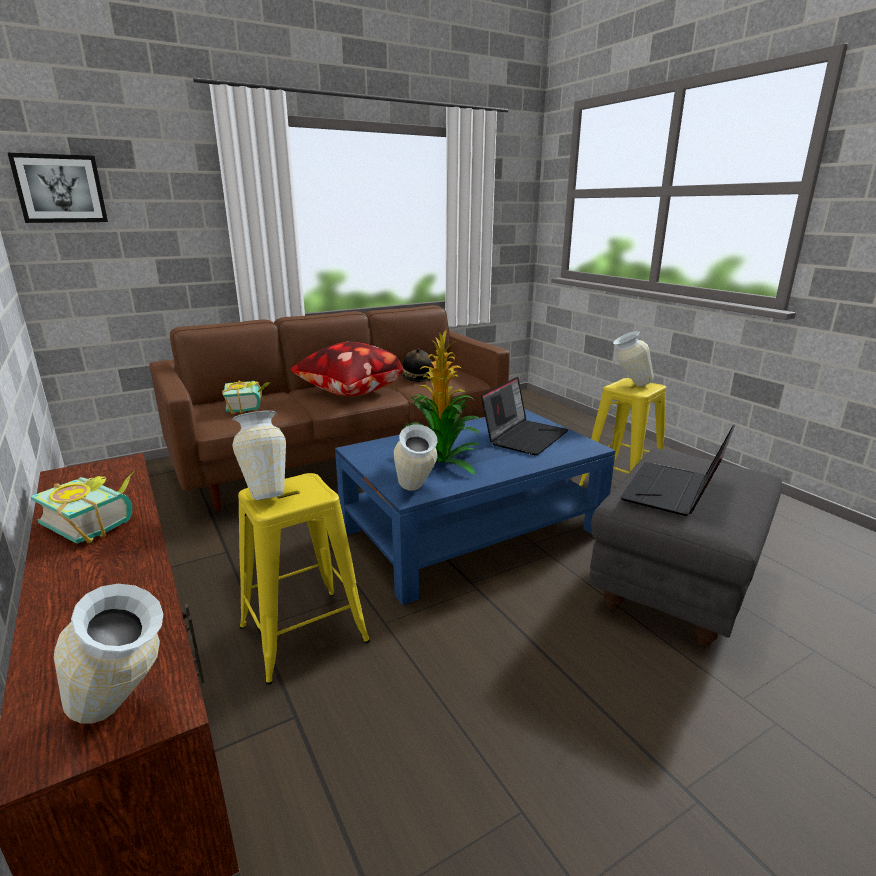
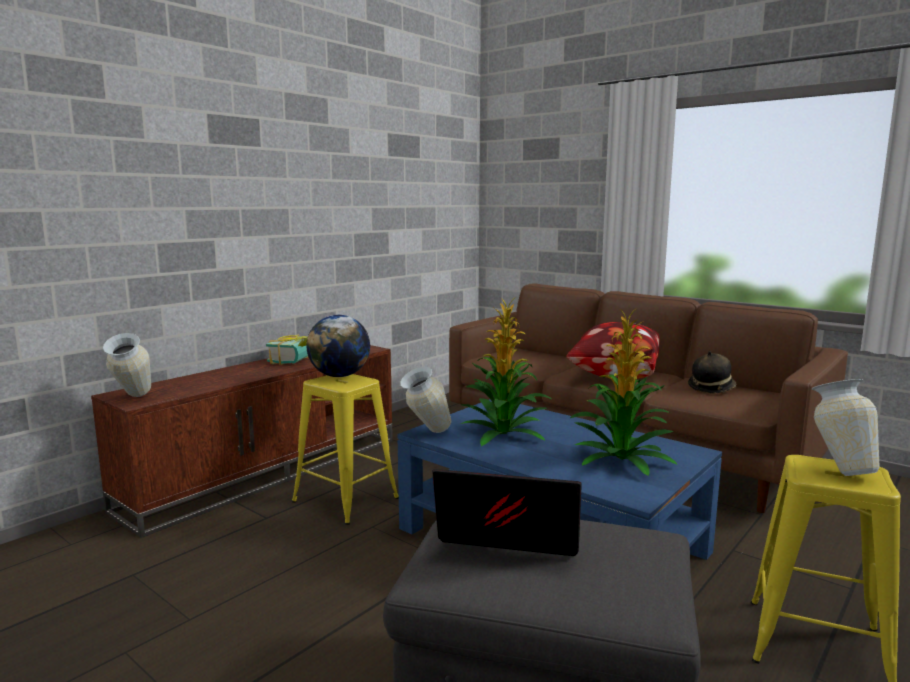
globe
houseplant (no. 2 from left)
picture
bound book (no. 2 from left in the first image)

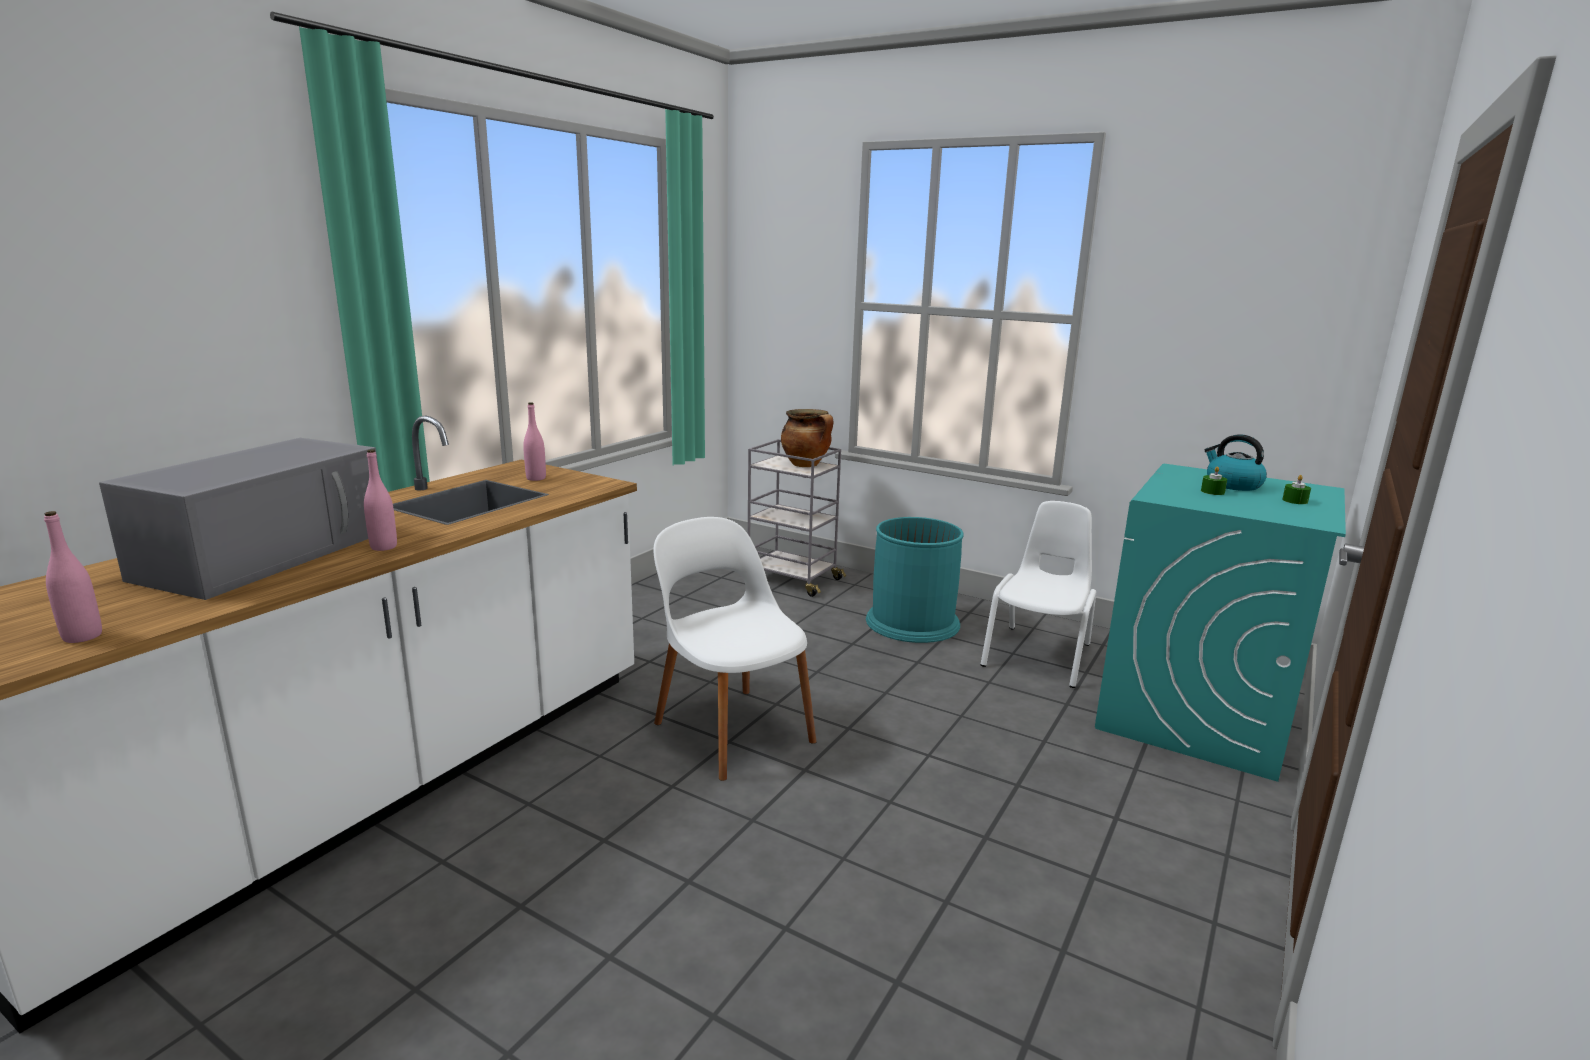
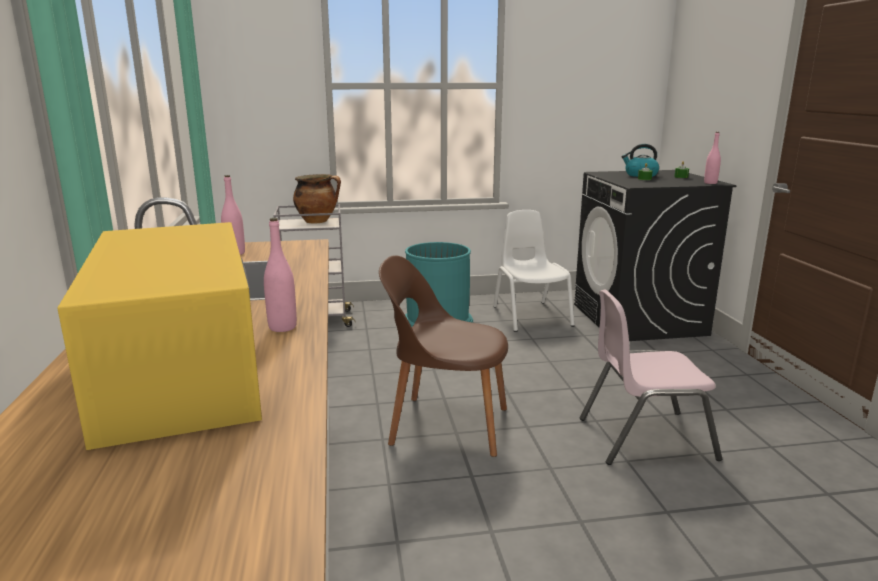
yellow-coloured microwave oven
brown plain chair
blackish washing machine
pink plain chair
pink drink bottle (no. 3 from left)

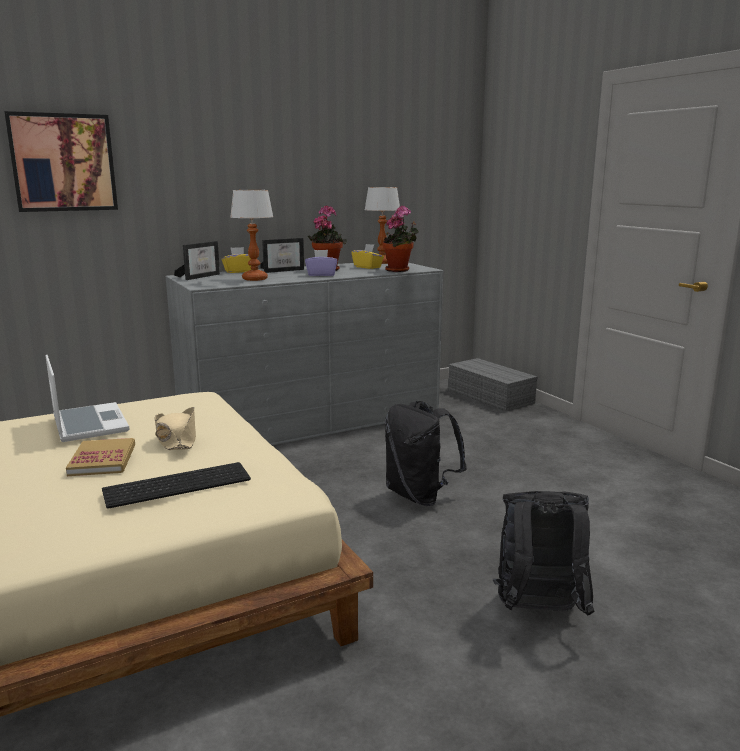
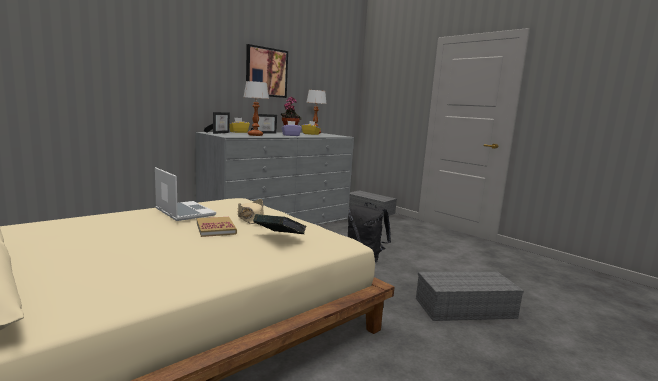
picture
bound book (no. 2 from left)
grey storage container (no. 2 from left)
houseplant (no. 2 from left in the first image)

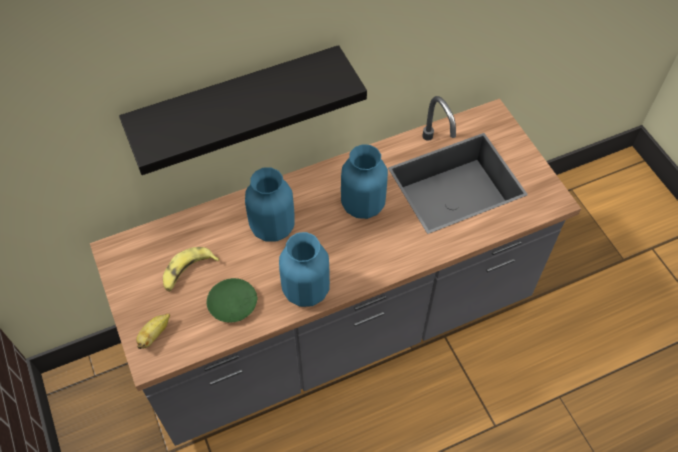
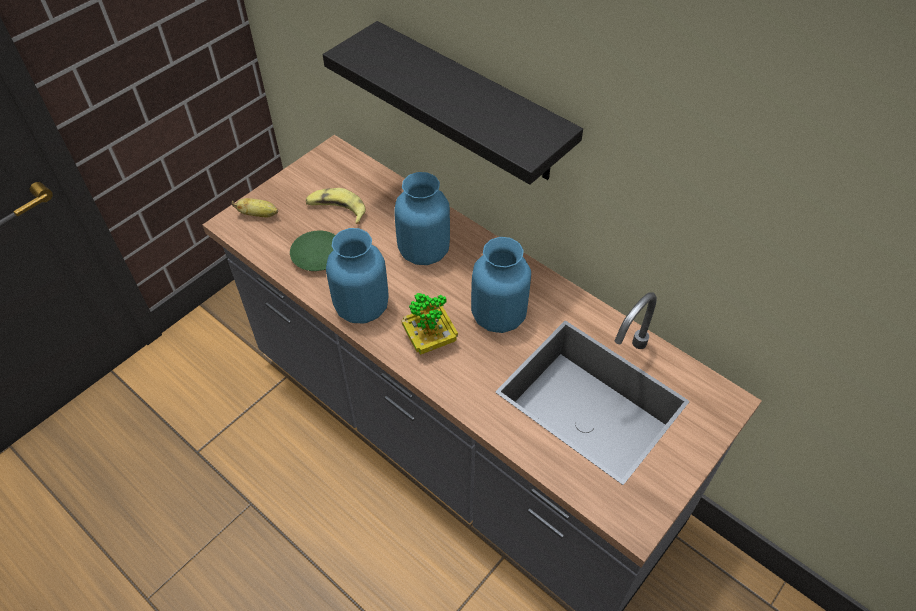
houseplant

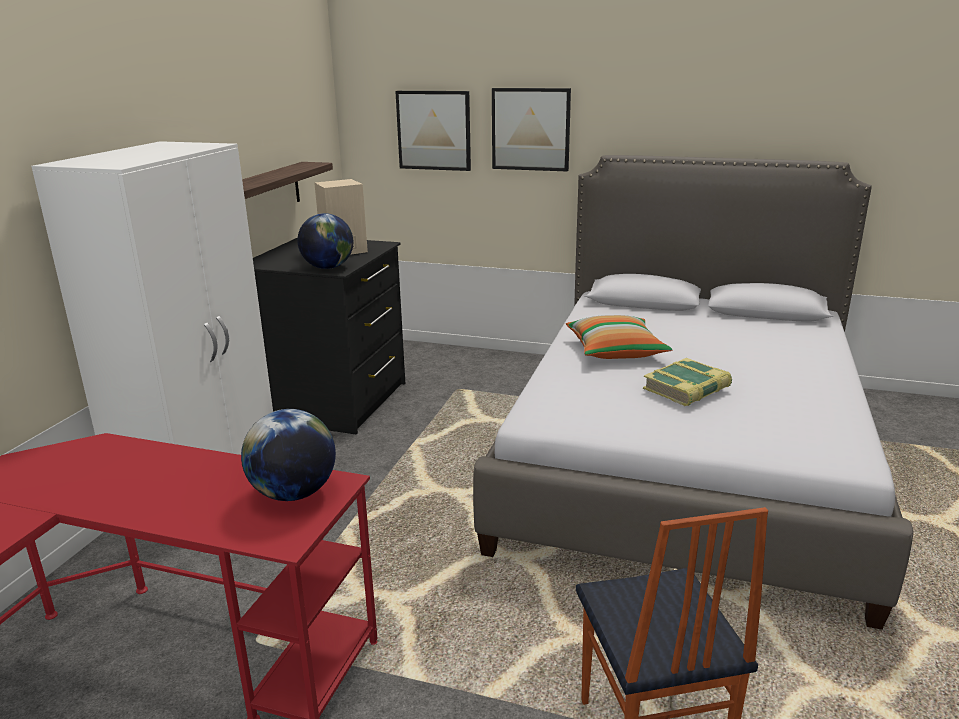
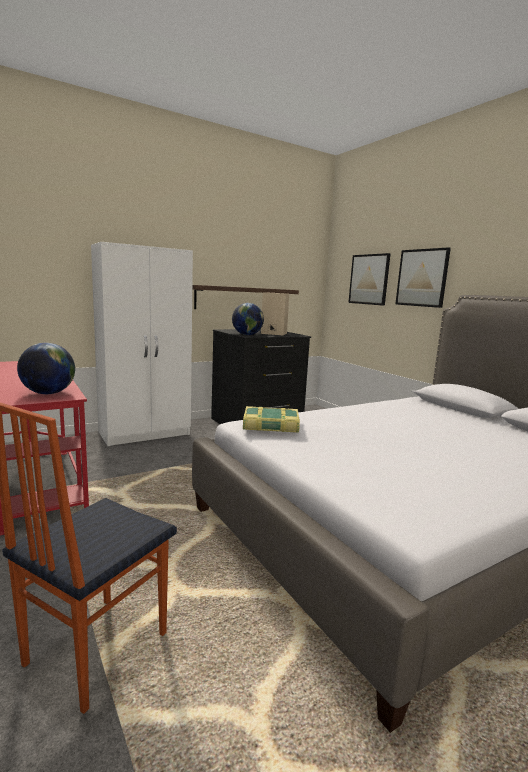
bound book
pillow

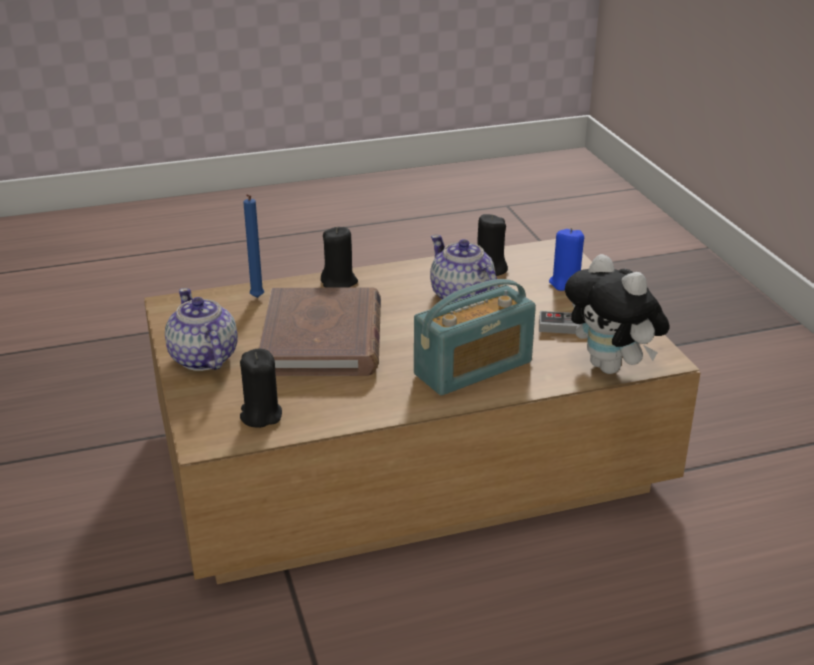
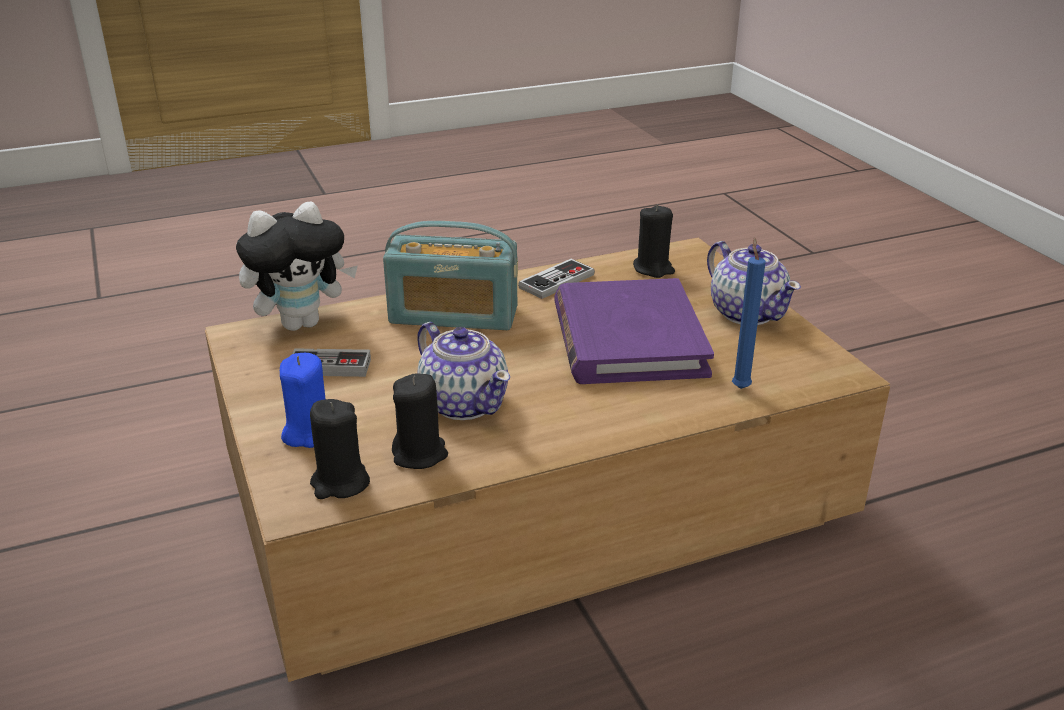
plush toy
blackish wax candle (no. 1 from left)
radio
gamepad (no. 2 from left)
purplish bound book

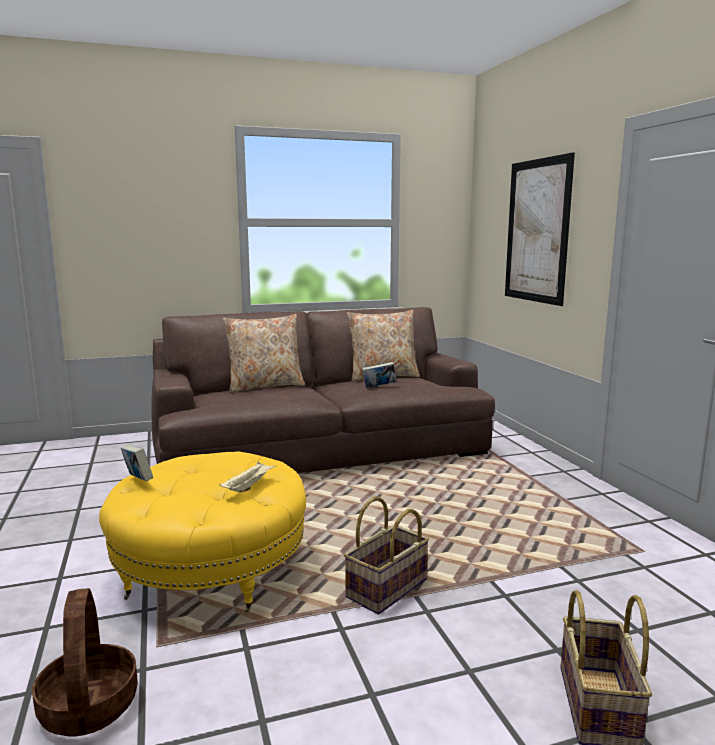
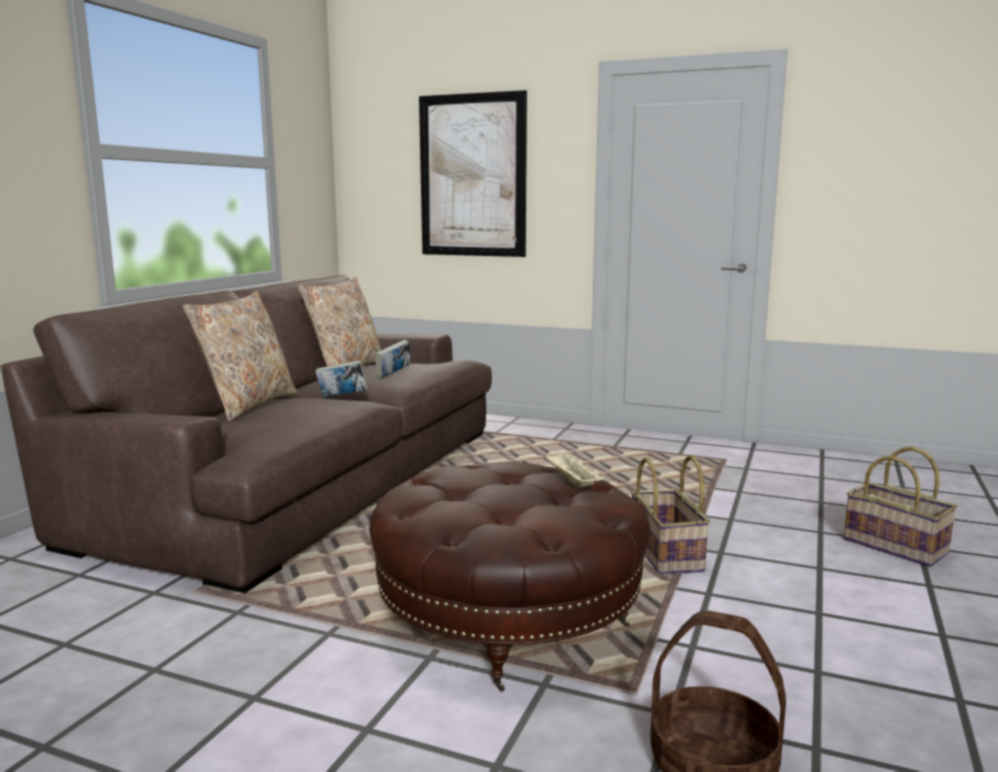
bound book (no. 1 from left)
brown pouffe

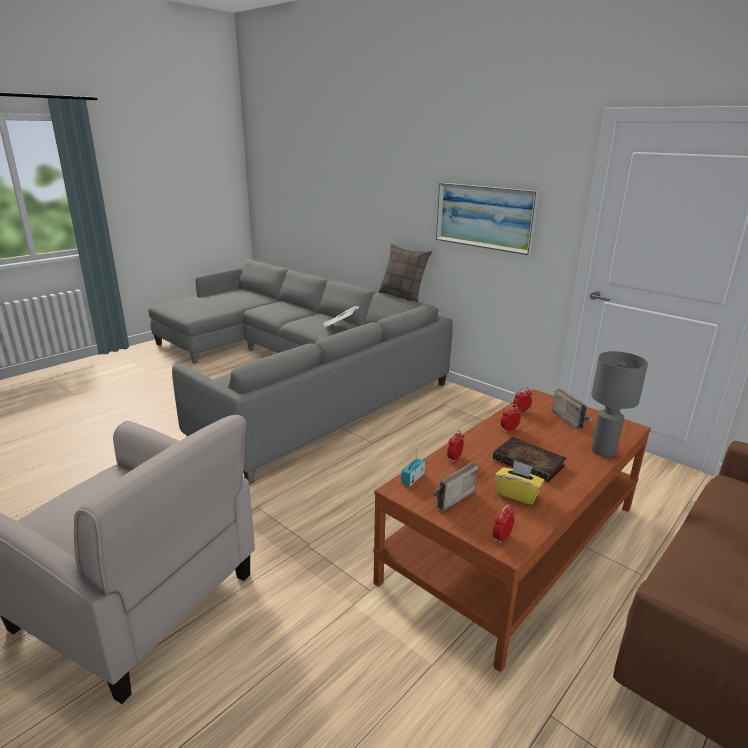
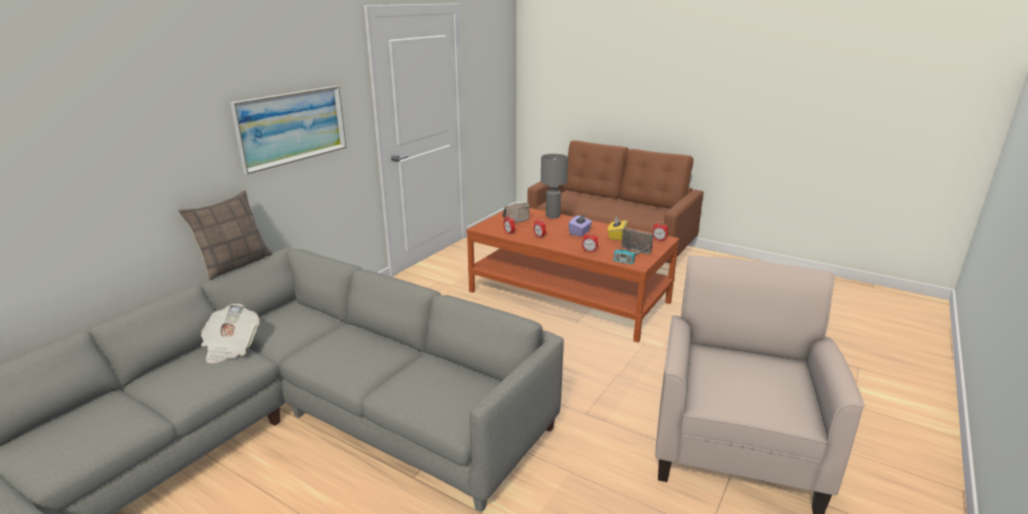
purplish tissue box

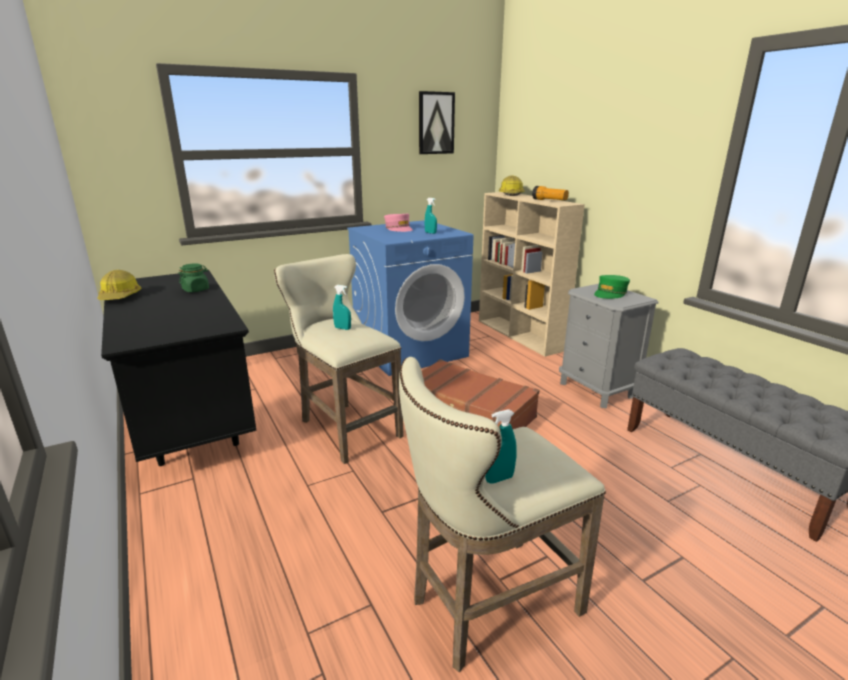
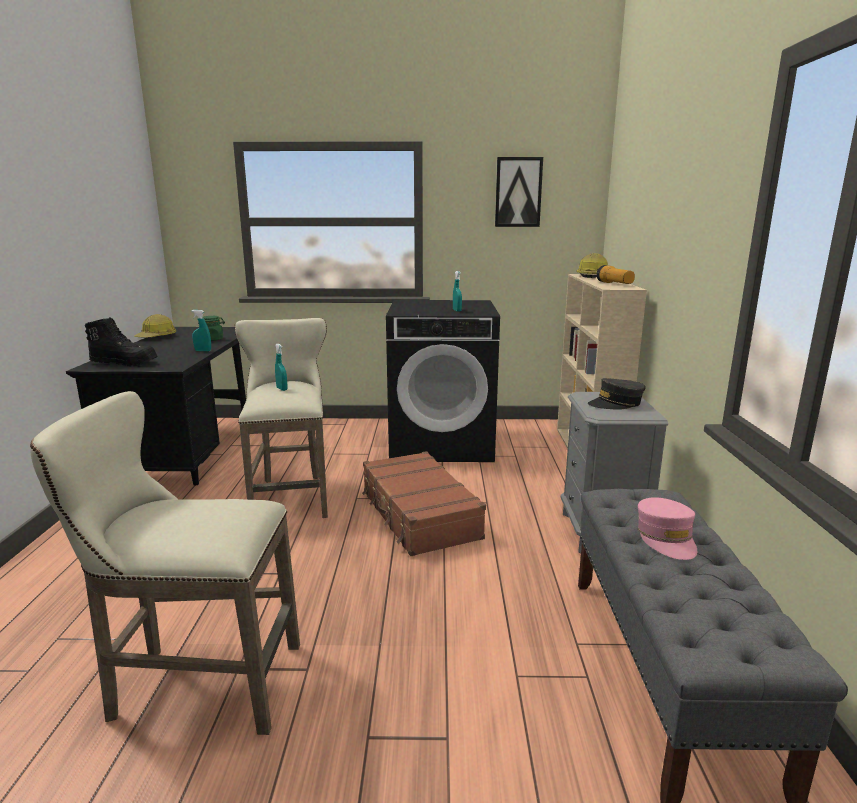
blackish boot
blue-green spray bottle (no. 1 from left)
blackish washing machine
grey baseball cap
pink baseball cap

